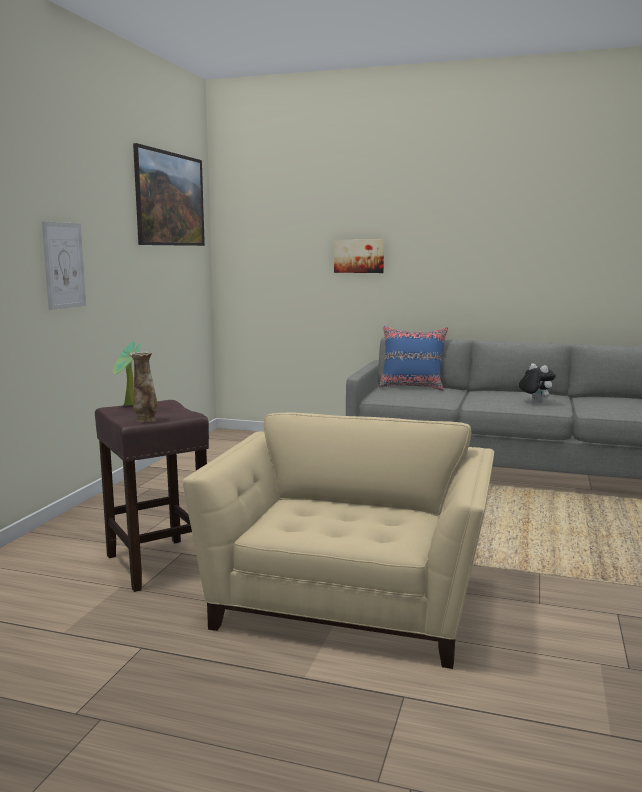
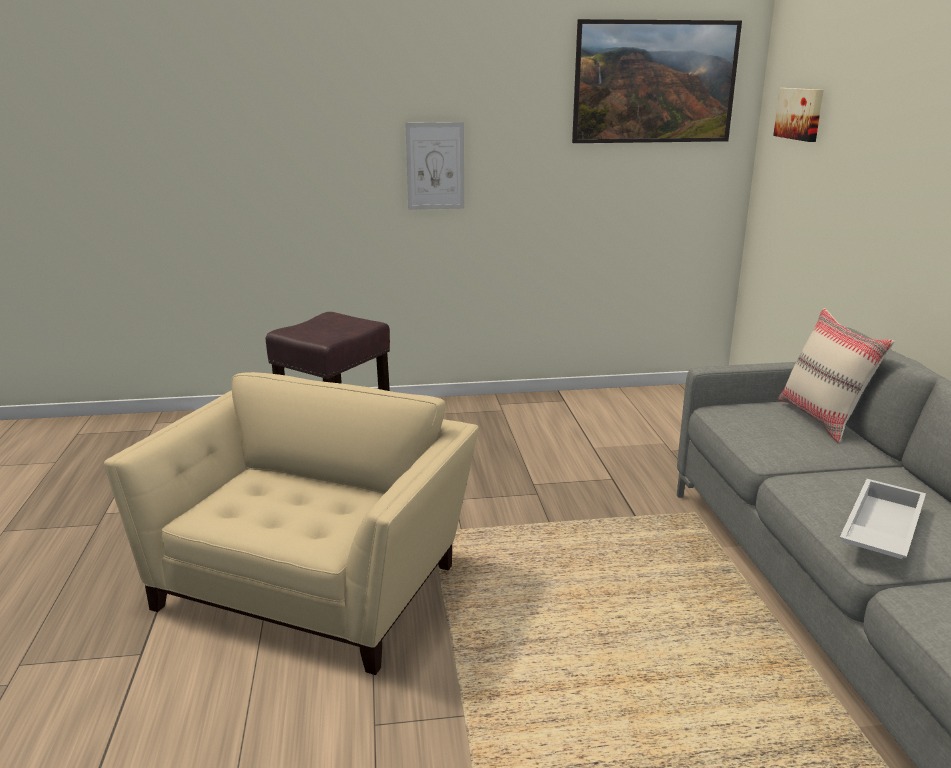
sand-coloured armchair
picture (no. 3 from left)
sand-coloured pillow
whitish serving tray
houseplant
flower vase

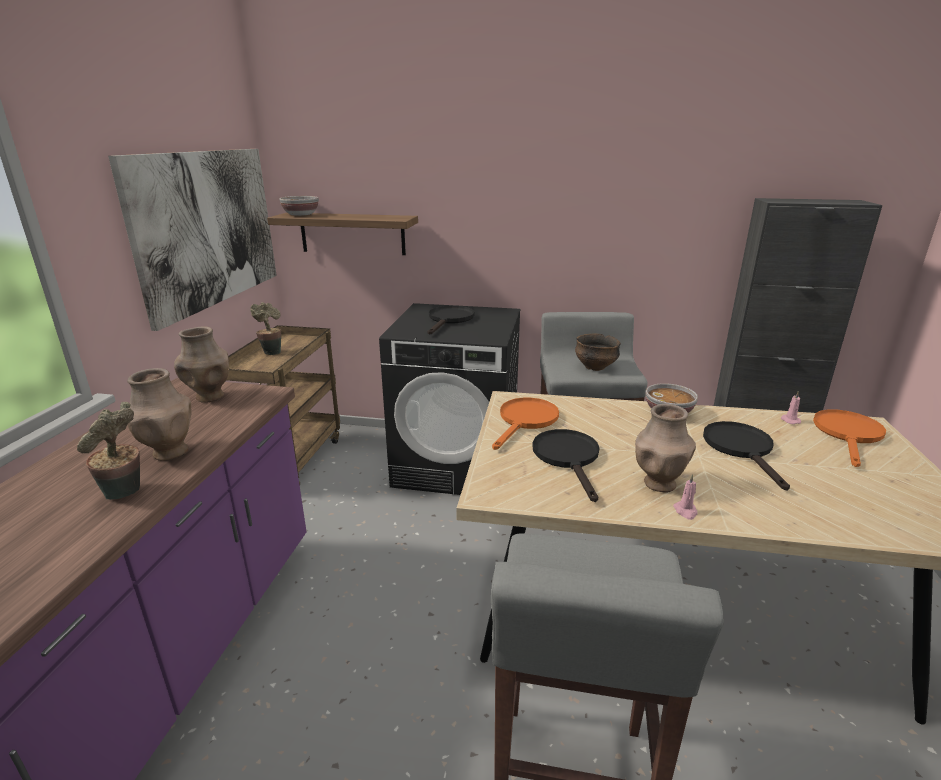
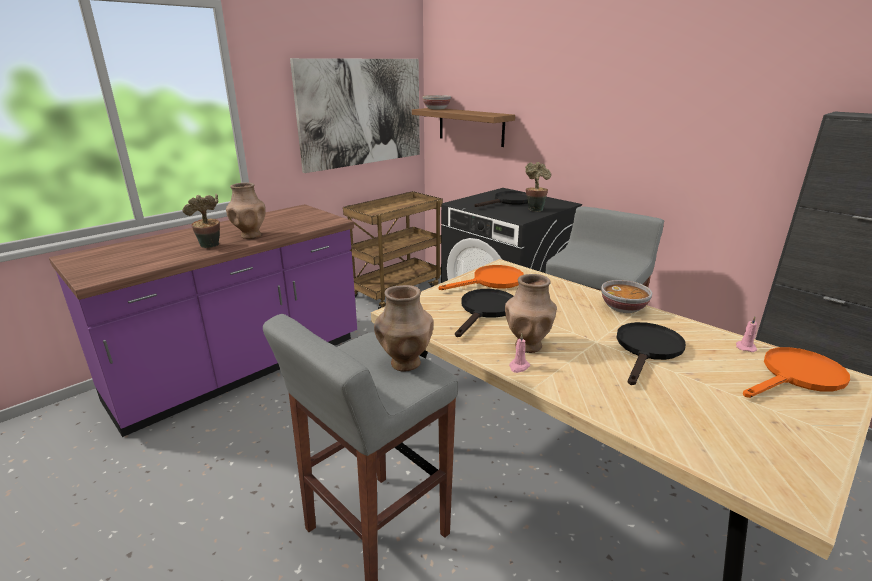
brown flower vase (no. 2 from left)
houseplant (no. 2 from left)
bowl (no. 2 from left in the first image)

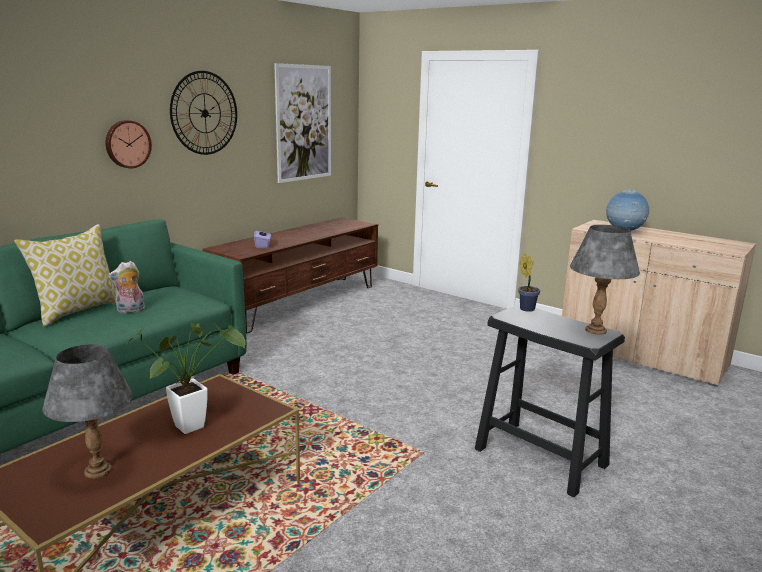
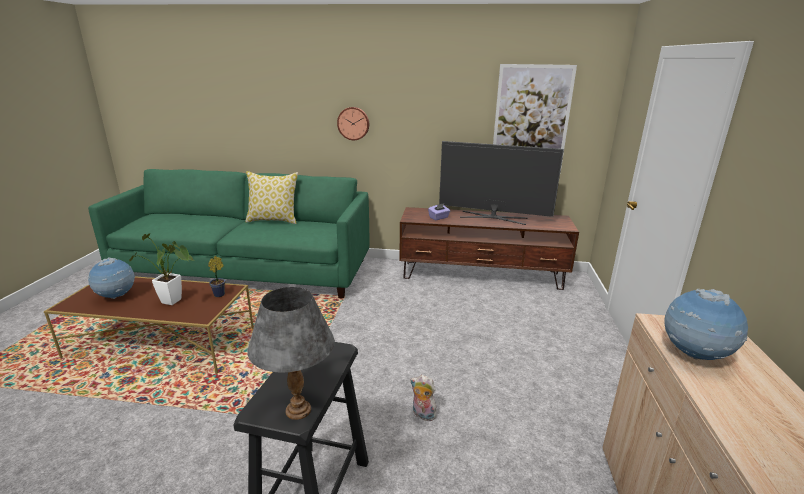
globe (no. 1 from left)
houseplant (no. 2 from left)
plush toy
TV
clock on the wall (no. 2 from left in the first image)

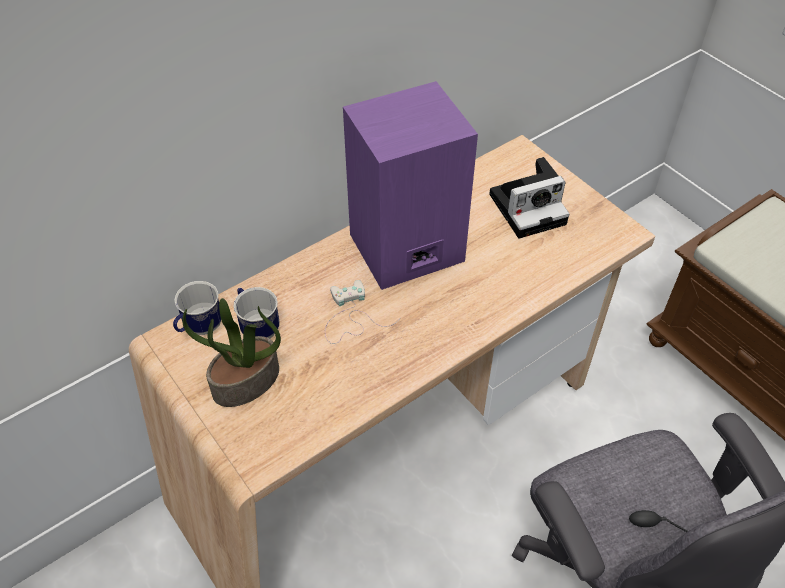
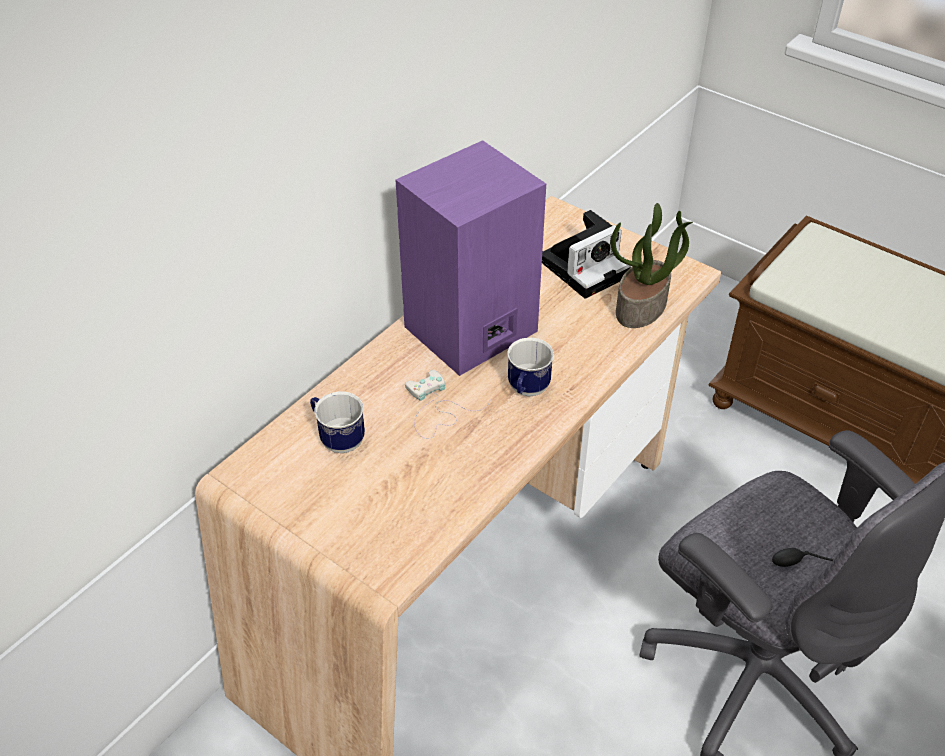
tea mug (no. 2 from left)
houseplant

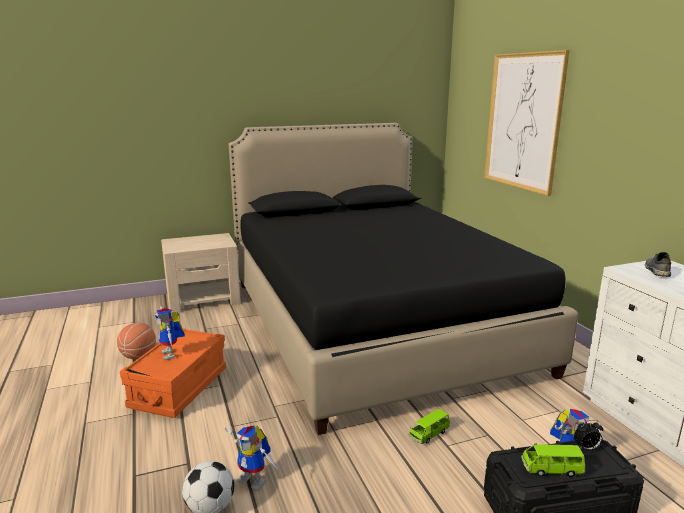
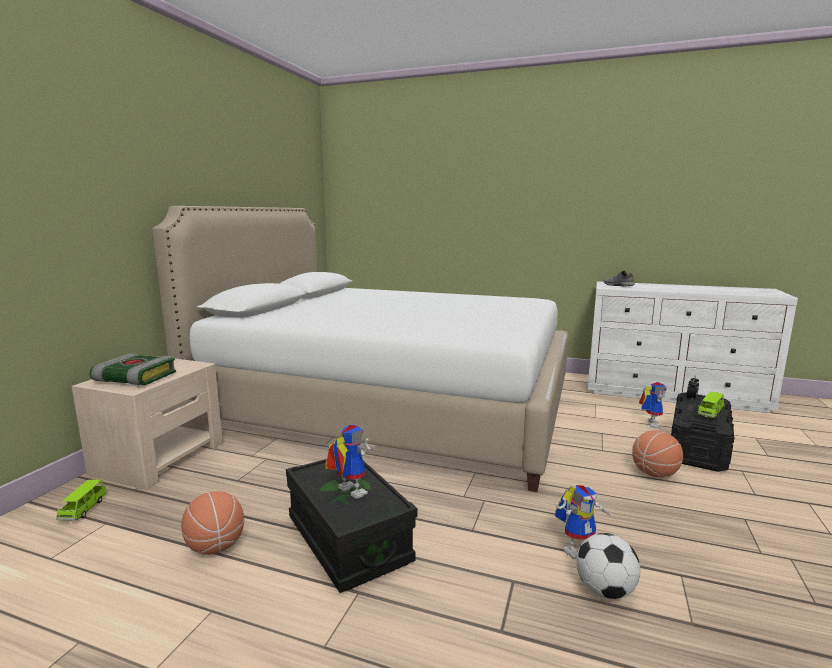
green toy car (no. 1 from left)
bound book
whitish bed
blackish storage container (no. 1 from left)
model robot (no. 1 from left)
ball for basketball (no. 2 from left)
picture

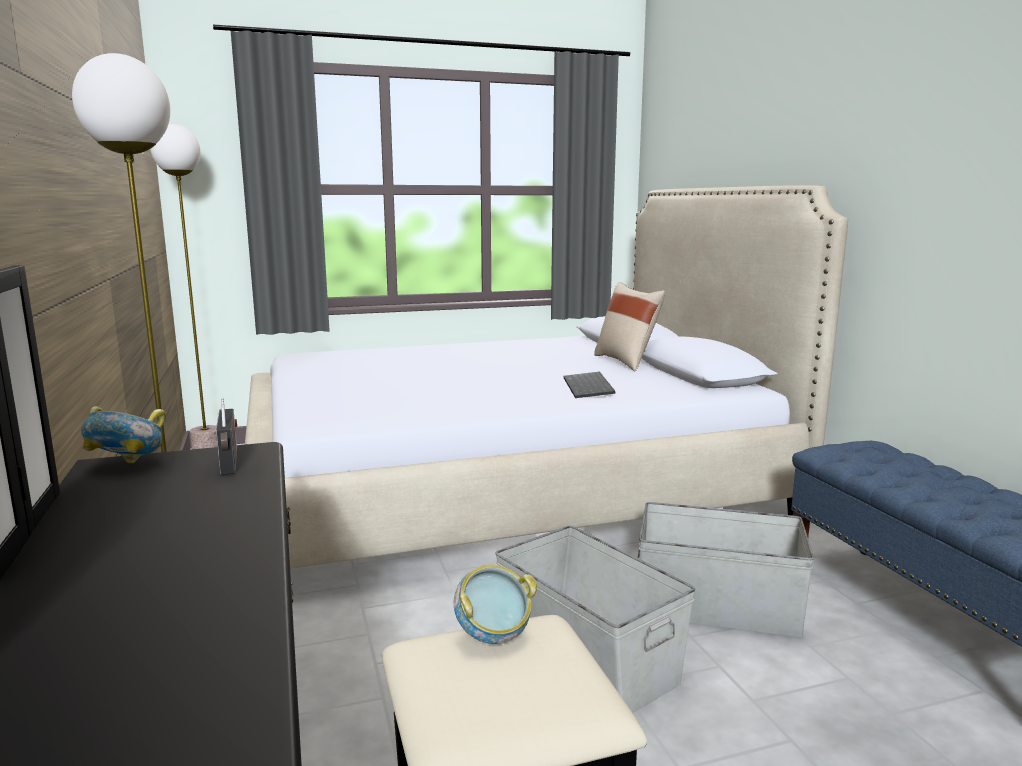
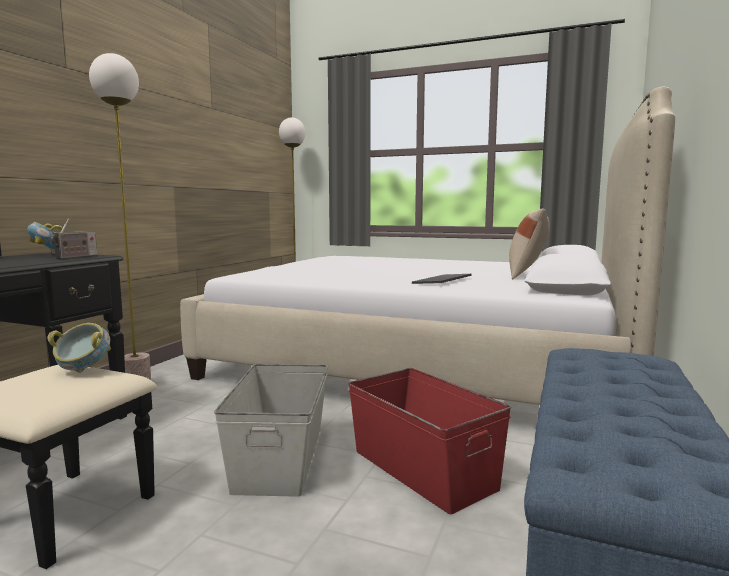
reddish storage container

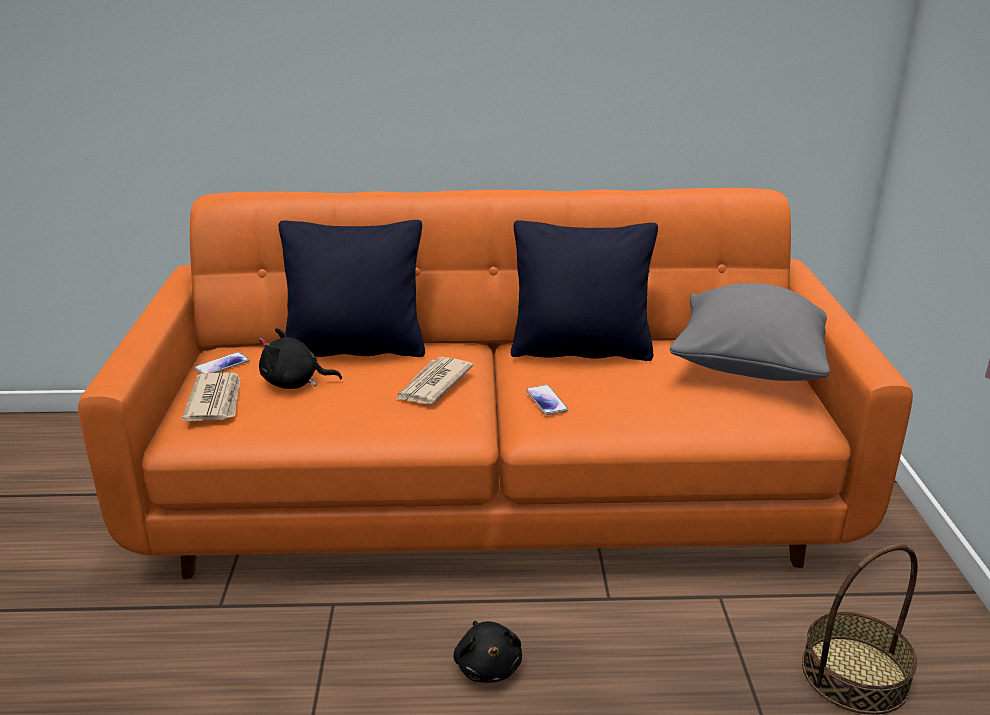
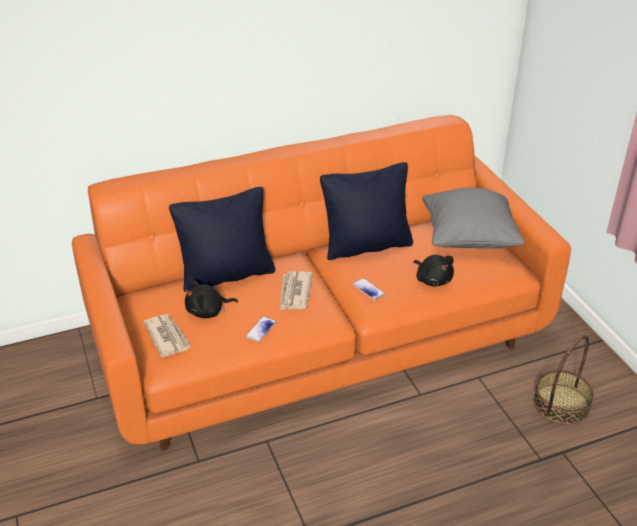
telephone (no. 1 from left)
blackish plush toy (no. 2 from left)

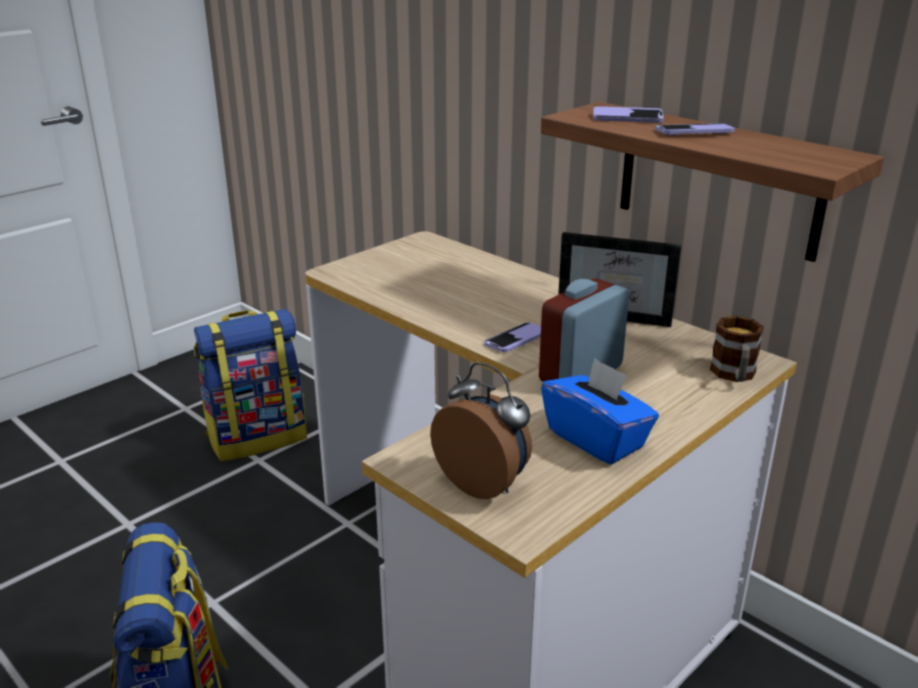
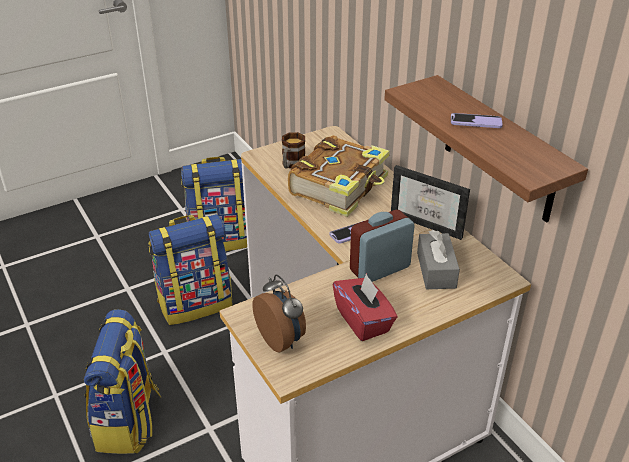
rucksack (no. 2 from left)
tea mug
bound book
reddish tissue box
grey tissue box
telephone (no. 2 from left in the first image)

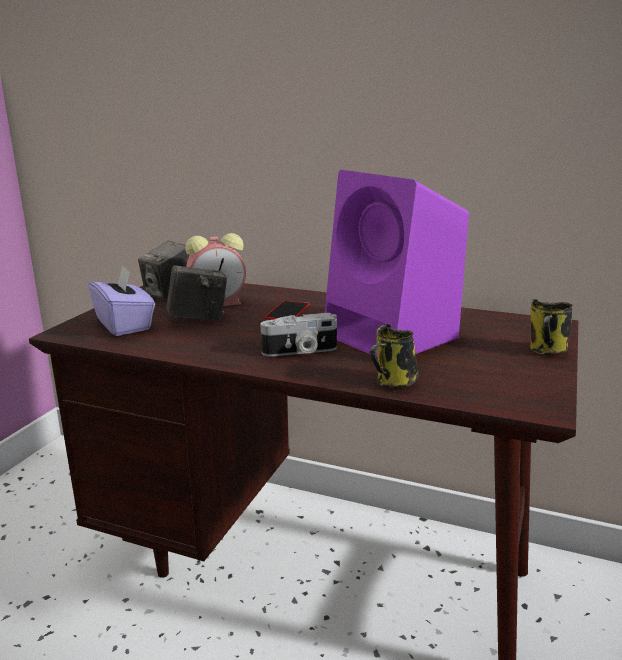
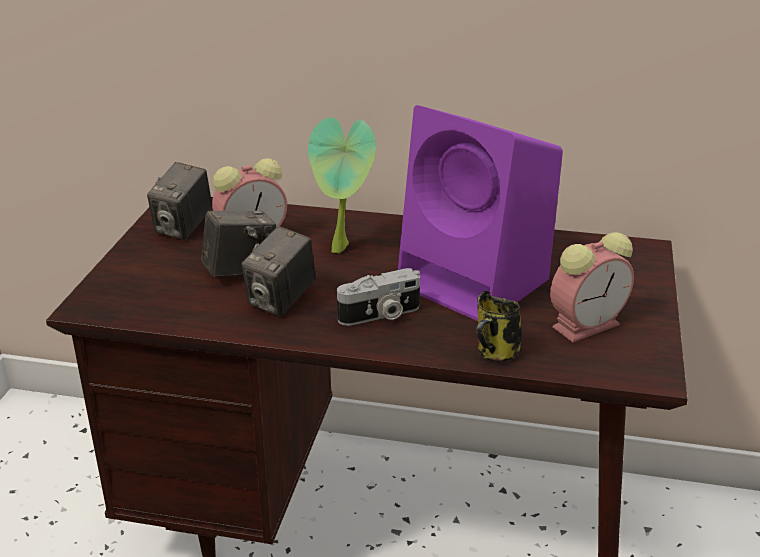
still camera (no. 3 from left)
houseplant
table clock (no. 2 from left)
purplish tissue box
tea mug (no. 2 from left in the first image)

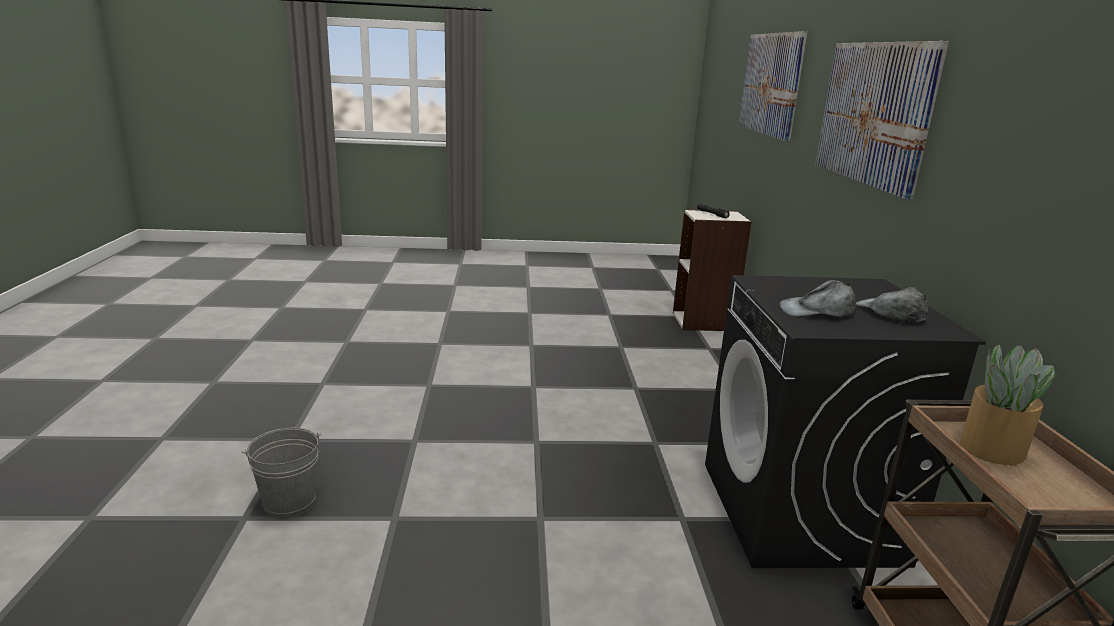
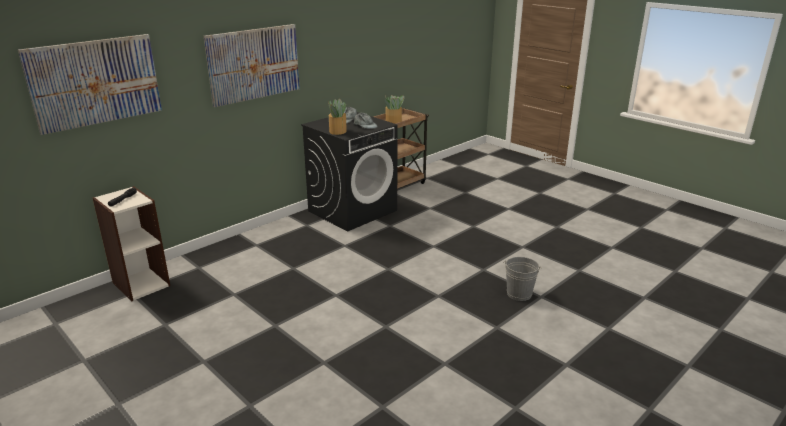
houseplant (no. 1 from left)

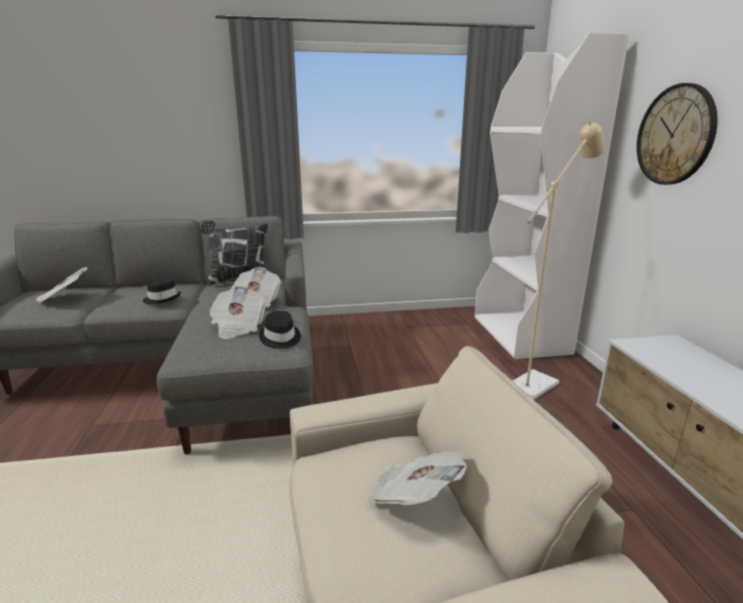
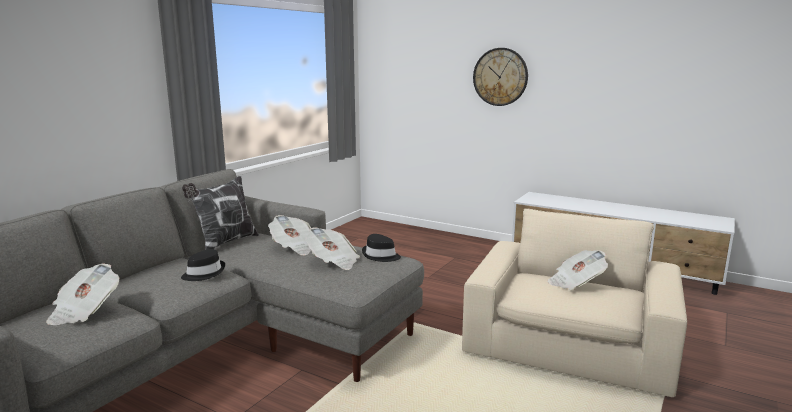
whitish bookcase
sand-coloured standing lamp

